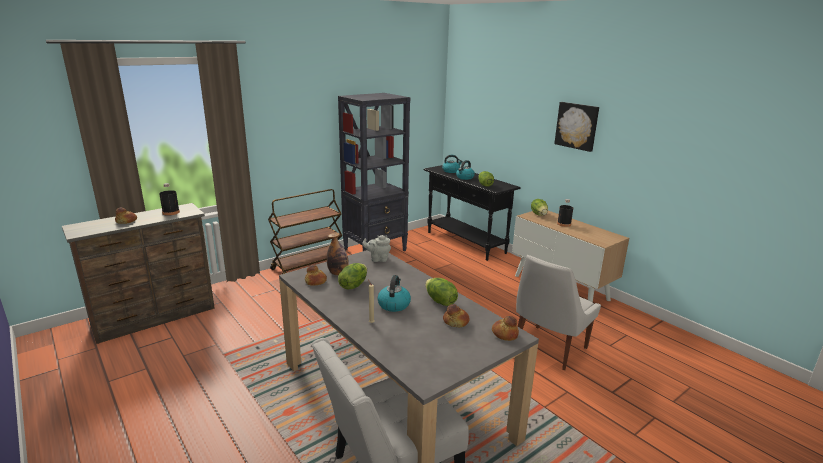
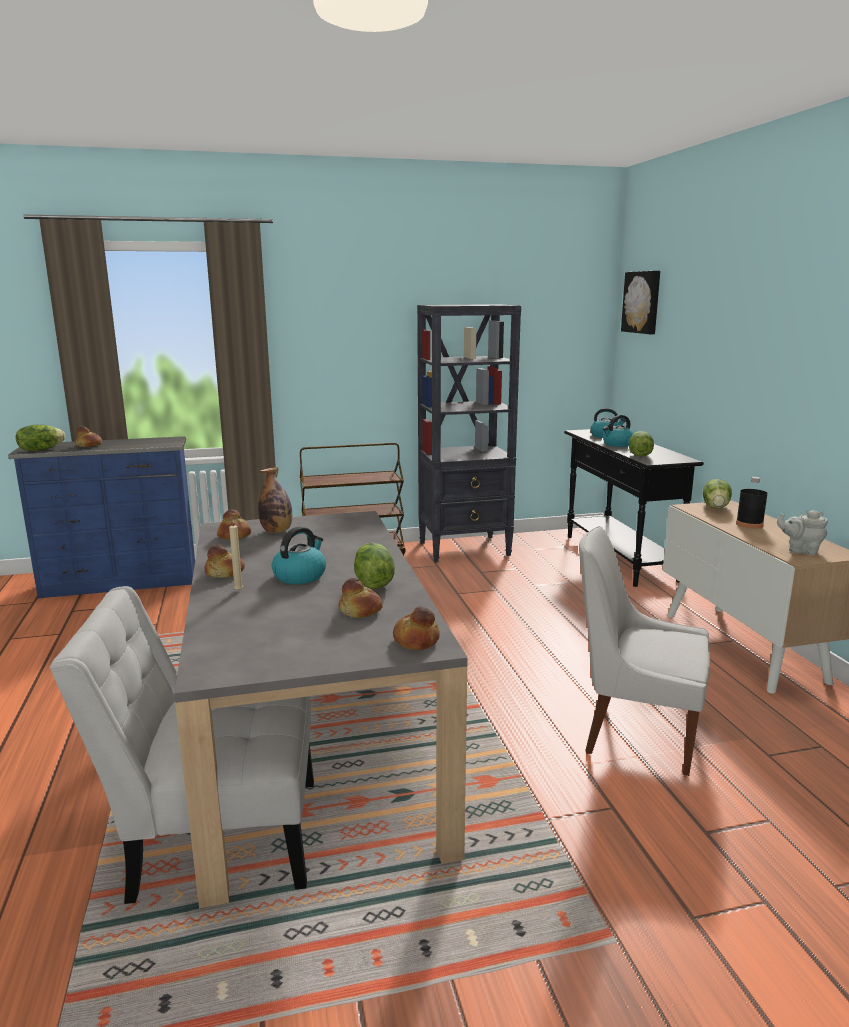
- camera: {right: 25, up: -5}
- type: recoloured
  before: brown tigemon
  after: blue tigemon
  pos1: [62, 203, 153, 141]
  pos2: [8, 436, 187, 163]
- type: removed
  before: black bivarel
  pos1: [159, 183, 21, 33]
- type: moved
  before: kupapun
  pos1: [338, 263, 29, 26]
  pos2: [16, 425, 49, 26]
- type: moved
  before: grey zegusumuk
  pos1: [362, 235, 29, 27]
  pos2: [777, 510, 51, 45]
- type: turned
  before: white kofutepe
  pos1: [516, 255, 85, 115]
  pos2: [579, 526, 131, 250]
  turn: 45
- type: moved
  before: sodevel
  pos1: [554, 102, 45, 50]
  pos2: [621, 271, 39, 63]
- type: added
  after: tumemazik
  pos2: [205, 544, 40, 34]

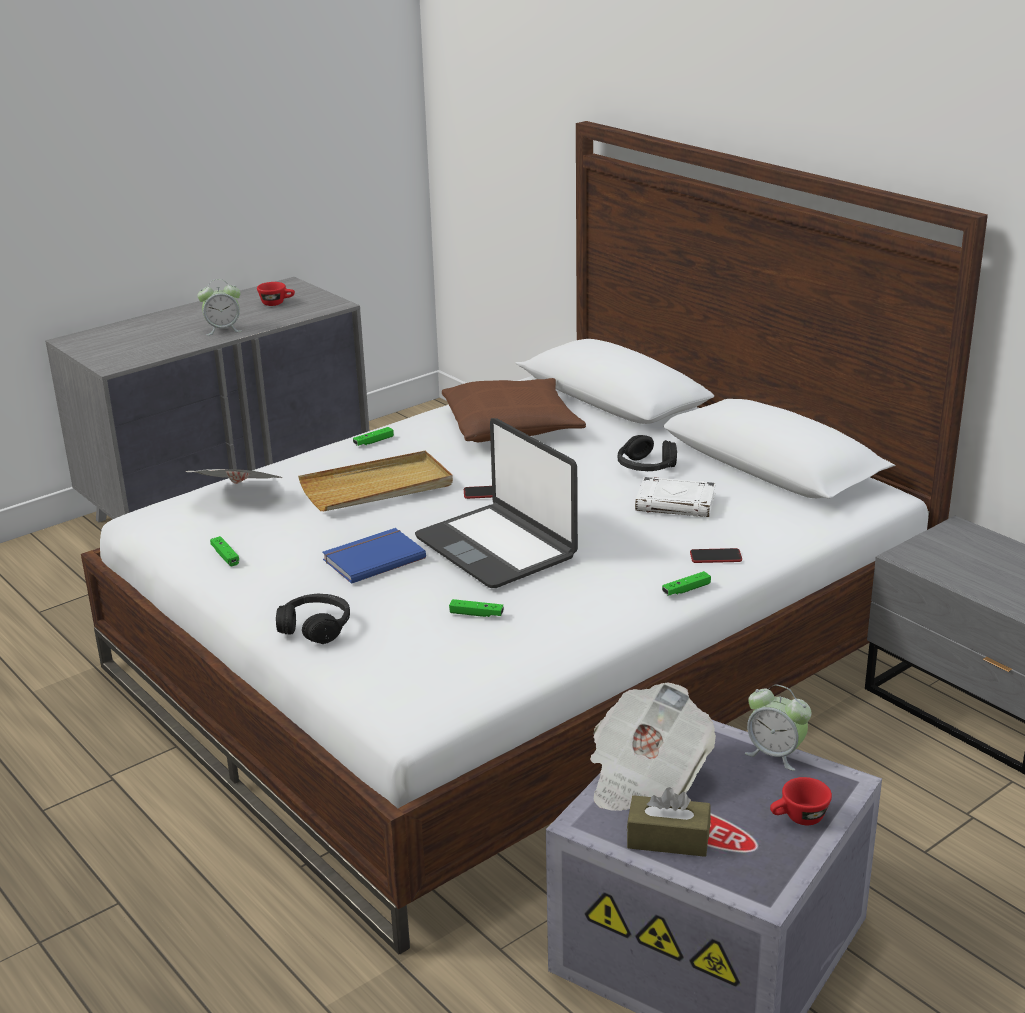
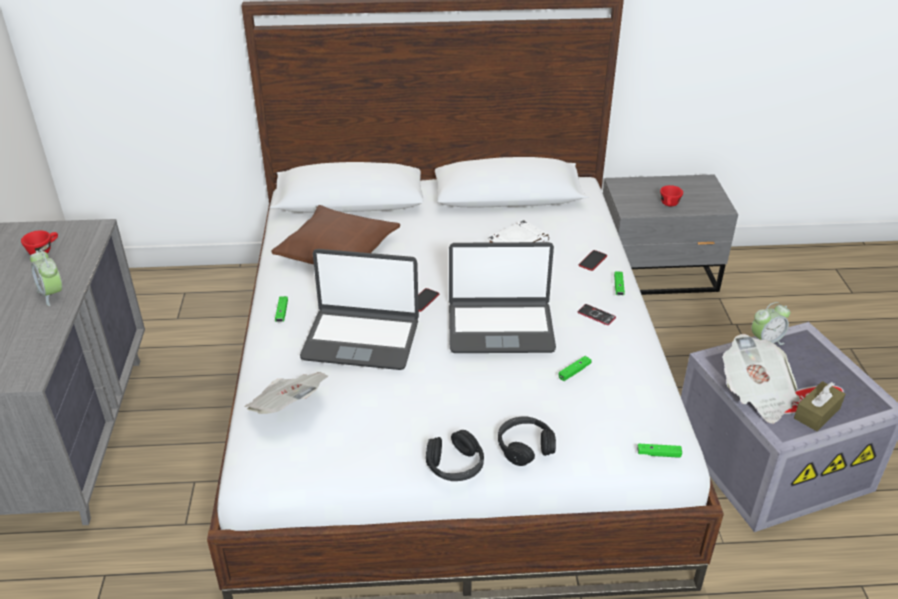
- camera: {right: -55, up: 10}
- type: turned
  before: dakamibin
  pos1: [197, 279, 45, 56]
  pos2: [30, 249, 32, 57]
  turn: 120
- type: moved
  before: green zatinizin
  pos1: [210, 536, 29, 30]
  pos2: [637, 444, 45, 14]
- type: replaced
  before: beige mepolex
  after: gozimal
  pos1: [298, 451, 155, 60]
  pos2: [300, 249, 119, 121]
- type: removed
  before: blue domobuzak
  pos1: [322, 528, 104, 56]
- type: moved
  before: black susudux
  pos1: [618, 435, 59, 36]
  pos2: [426, 430, 58, 51]
- type: moved
  before: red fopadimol
  pos1: [770, 777, 62, 48]
  pos2: [660, 185, 23, 21]
- type: added
  after: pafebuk
  pos2: [577, 304, 39, 21]

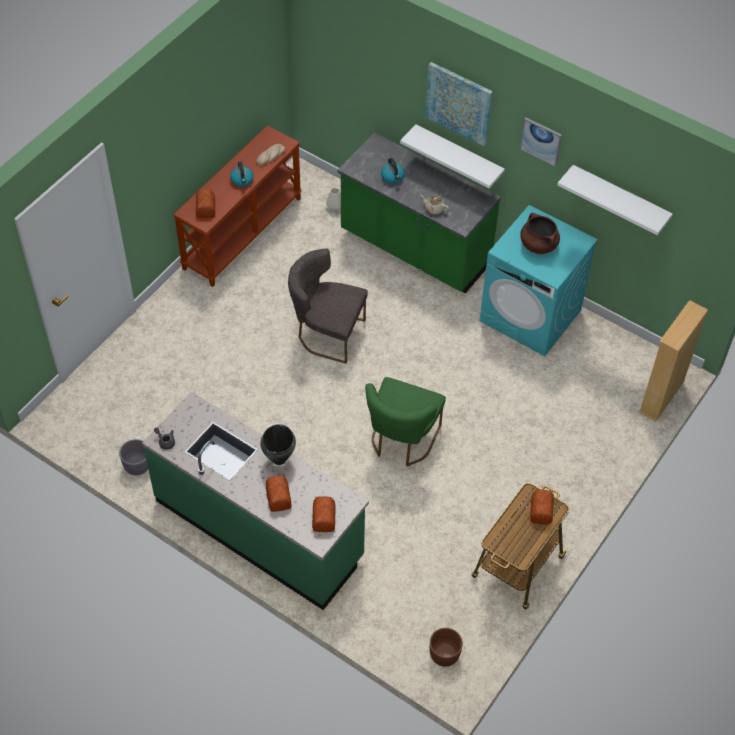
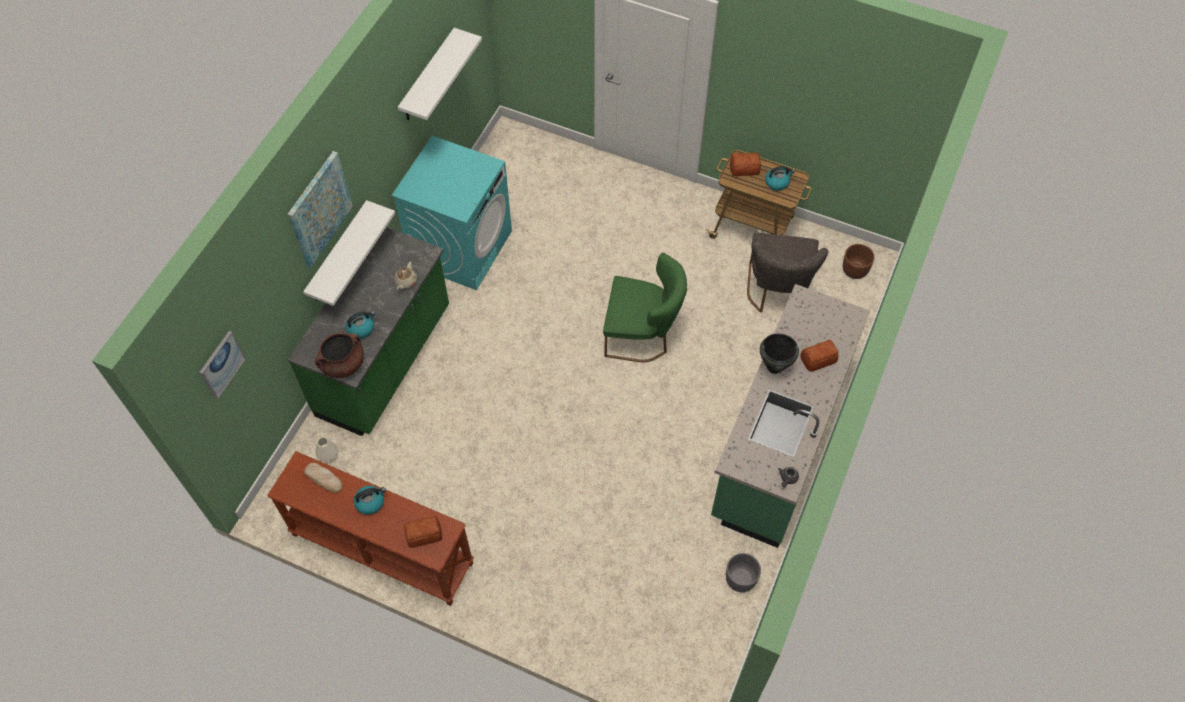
- camera: {right: -100, up: 5}
- type: moved
  before: grey kofutepe
  pos1: [288, 249, 80, 115]
  pos2: [747, 233, 81, 80]
- type: removed
  before: tumemazik
  pos1: [312, 496, 24, 36]
- type: moved
  before: sodevel
  pos1: [520, 117, 42, 50]
  pos2: [199, 331, 47, 68]
- type: moved
  before: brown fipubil
  pos1: [520, 213, 40, 41]
  pos2: [315, 332, 49, 46]
- type: removed
  before: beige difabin
  pos1: [638, 300, 70, 122]
- type: added
  after: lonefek
  pos2: [765, 166, 30, 25]

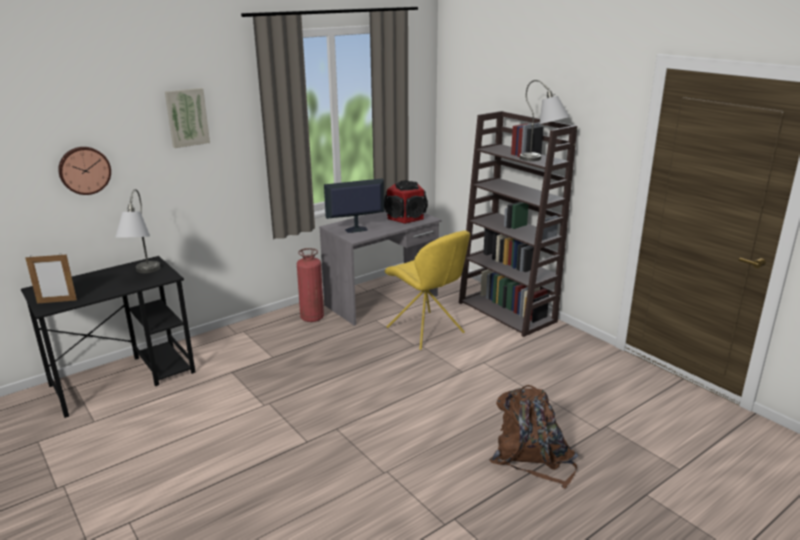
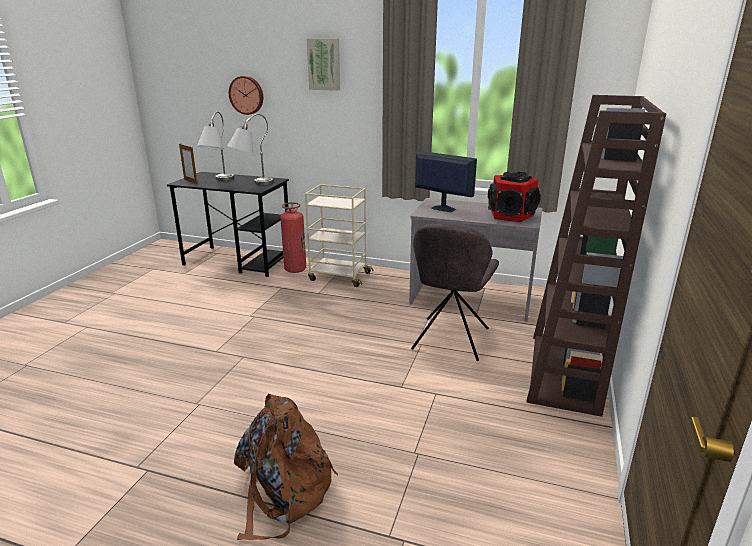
- camera: {right: 55, up: 0}
- type: moved
  before: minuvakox
  pos1: [297, 248, 27, 74]
  pos2: [280, 202, 26, 71]
- type: recoloured
  before: yellow kofutepe
  after: grey kofutepe
  pos1: [385, 230, 85, 120]
  pos2: [411, 223, 88, 138]
- type: moved
  before: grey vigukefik
  pos1: [520, 80, 49, 81]
  pos2: [197, 112, 37, 69]
- type: added
  after: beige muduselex
  pos2: [305, 184, 68, 103]

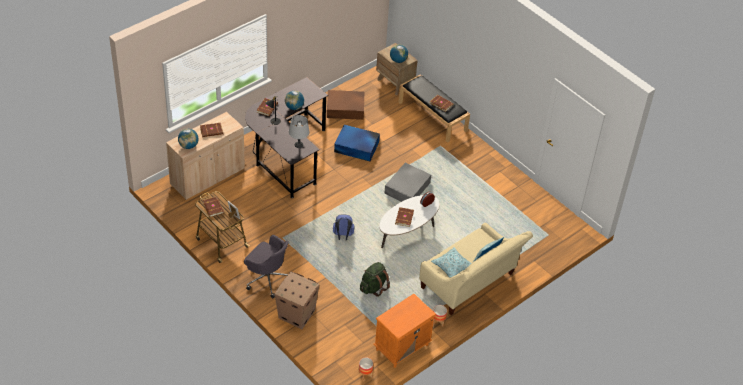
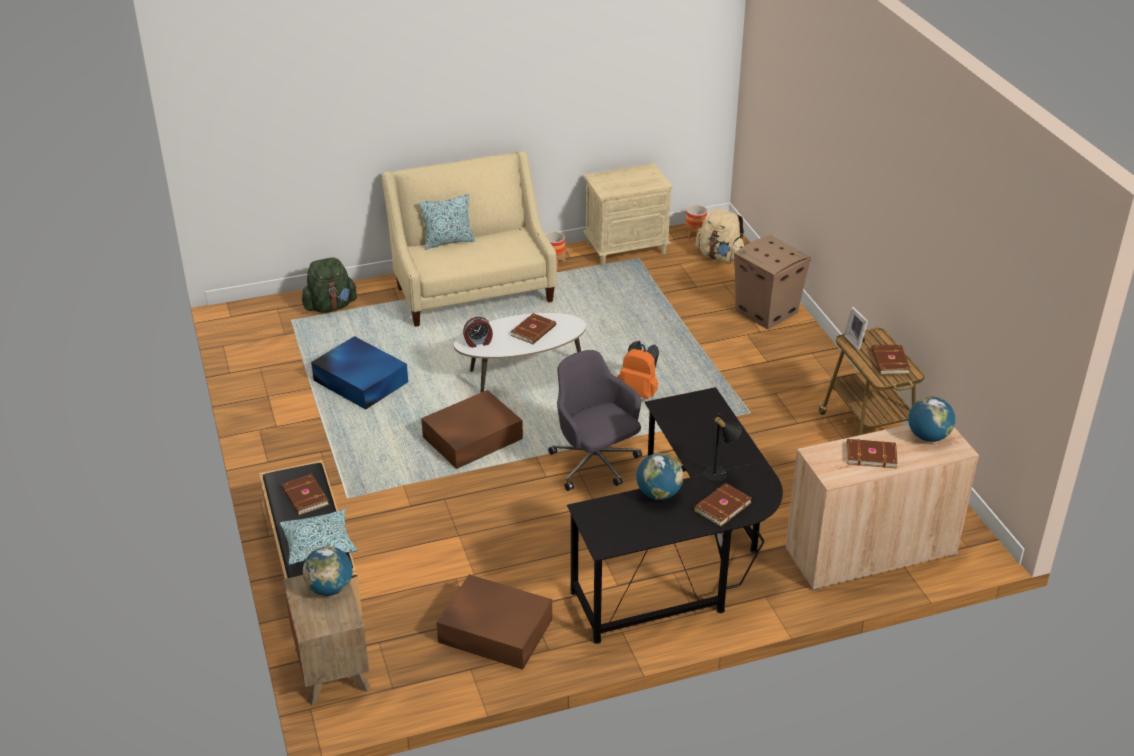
- camera: {right: -155, up: -10}
- type: moved
  before: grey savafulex
  pos1: [244, 235, 45, 63]
  pos2: [548, 350, 94, 141]
- type: removed
  before: grey vigukefik
  pos1: [289, 115, 21, 33]
- type: recoloured
  before: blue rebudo
  after: orange rebudo
  pos1: [333, 214, 22, 27]
  pos2: [617, 341, 42, 58]
- type: moved
  before: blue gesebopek
  pos1: [334, 124, 46, 37]
  pos2: [311, 336, 97, 74]
- type: moved
  before: green rebudo
  pos1: [360, 262, 30, 35]
  pos2: [302, 258, 55, 55]
- type: recoloured
  before: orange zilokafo
  after: beige zilokafo
  pos1: [373, 294, 63, 74]
  pos2: [583, 163, 90, 102]
- type: recoloured
  before: grey gesebopek
  after: brown gesebopek
  pos1: [384, 163, 47, 39]
  pos2: [421, 390, 102, 79]
- type: moved
  before: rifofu
  pos1: [431, 247, 41, 31]
  pos2: [280, 509, 77, 56]
- type: added
  after: beige rebudo
  pos2: [696, 209, 48, 53]

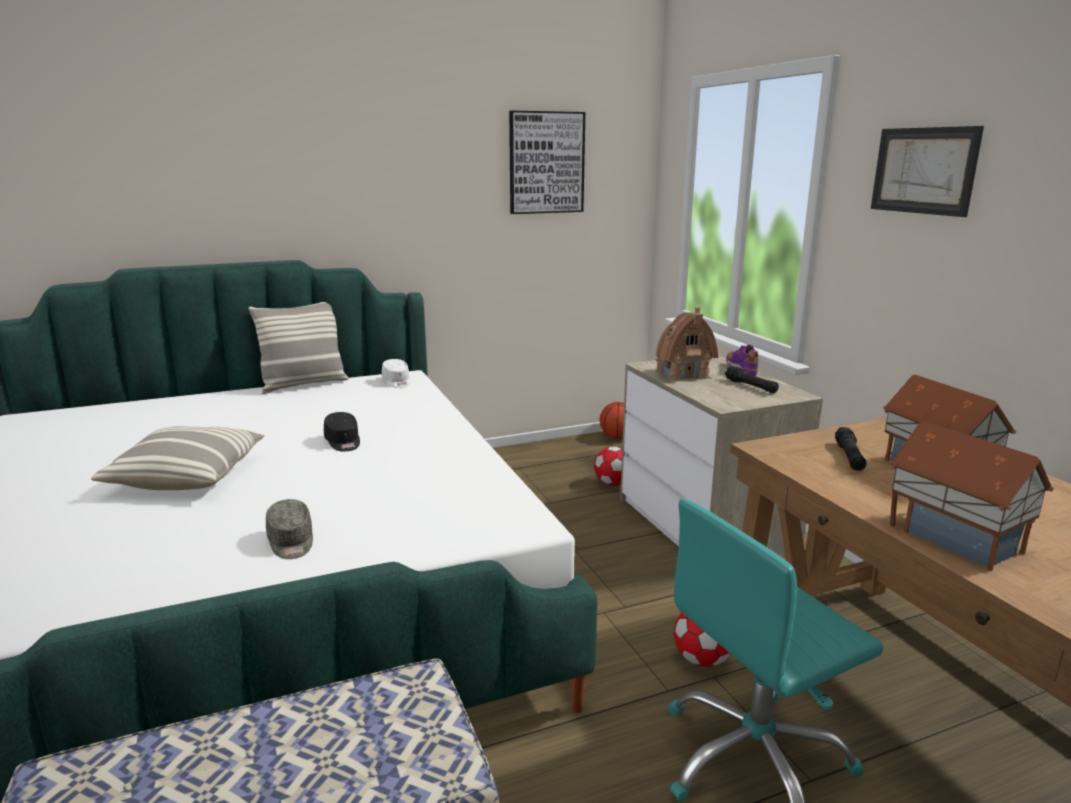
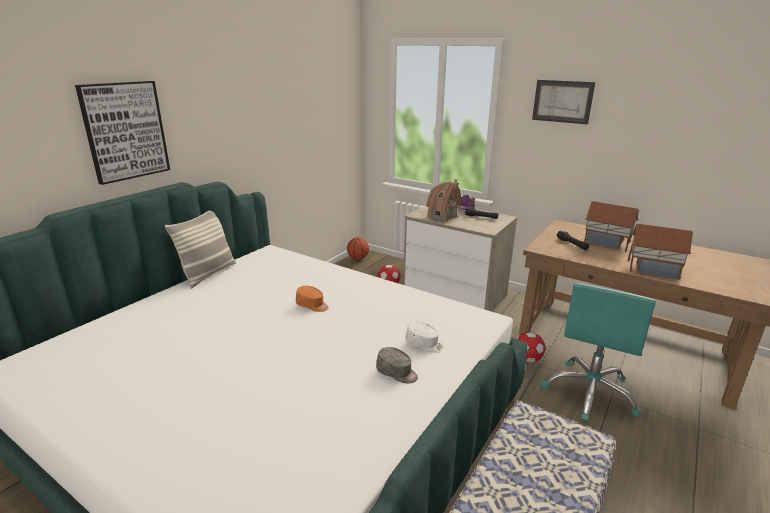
- camera: {right: -35, up: 5}
- type: removed
  before: rifofu
  pos1: [91, 426, 174, 64]
- type: recoloured
  before: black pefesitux
  after: orange pefesitux
  pos1: [324, 412, 36, 40]
  pos2: [296, 286, 33, 26]
- type: moved
  before: white pefesitux
  pos1: [382, 359, 29, 29]
  pos2: [405, 321, 40, 32]
- type: moved
  before: sodevel
  pos1: [509, 111, 76, 103]
  pos2: [75, 81, 95, 104]

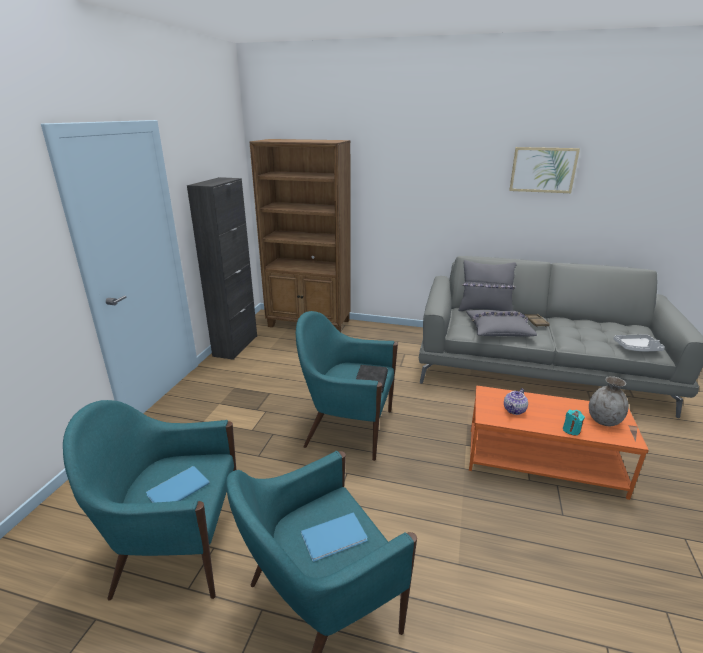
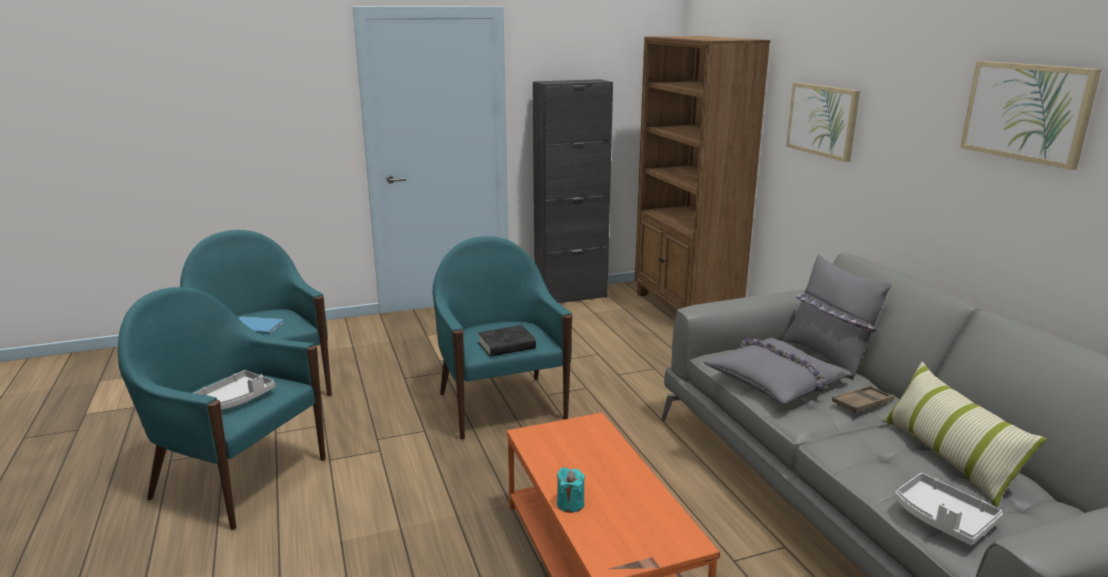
- camera: {right: 55, up: -5}
- type: replaced
  before: blue domobuzak
  after: grey mepolex
  pos1: [301, 512, 67, 50]
  pos2: [195, 370, 80, 40]
- type: removed
  before: zegusumuk
  pos1: [504, 388, 24, 27]
- type: removed
  before: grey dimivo
  pos1: [589, 376, 40, 50]
- type: added
  after: sodevel
  pos2: [786, 82, 74, 80]
- type: added
  after: rifofu
  pos2: [881, 362, 166, 145]

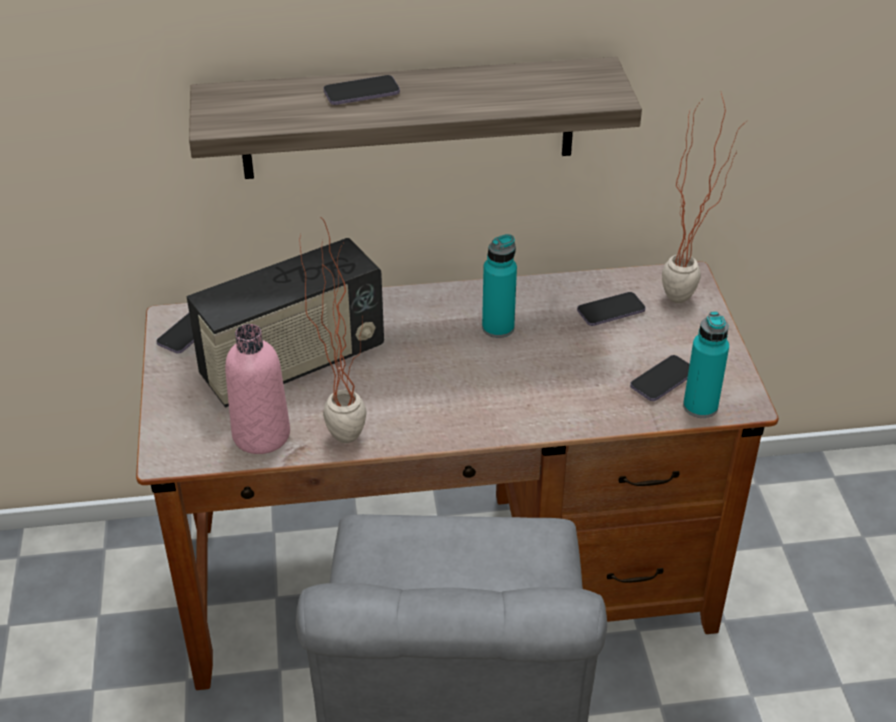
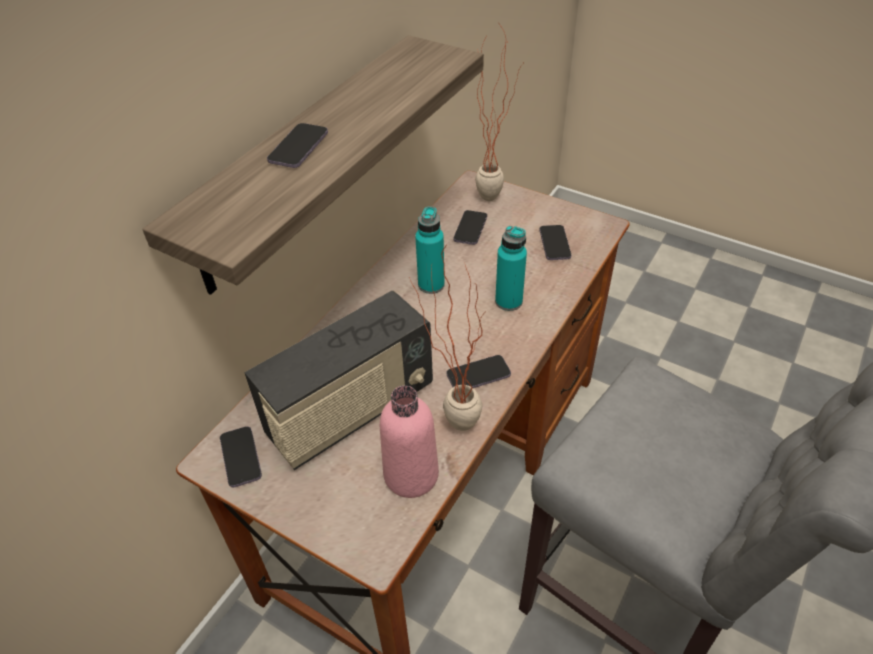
- camera: {right: -50, up: 5}
- type: turned
  before: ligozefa
  pos1: [186, 238, 198, 170]
  pos2: [244, 291, 189, 179]
  turn: 45
- type: moved
  before: turquoise bivarel
  pos1: [683, 312, 46, 106]
  pos2: [495, 226, 32, 85]
- type: added
  after: pafebuk
  pos2: [447, 355, 64, 33]

